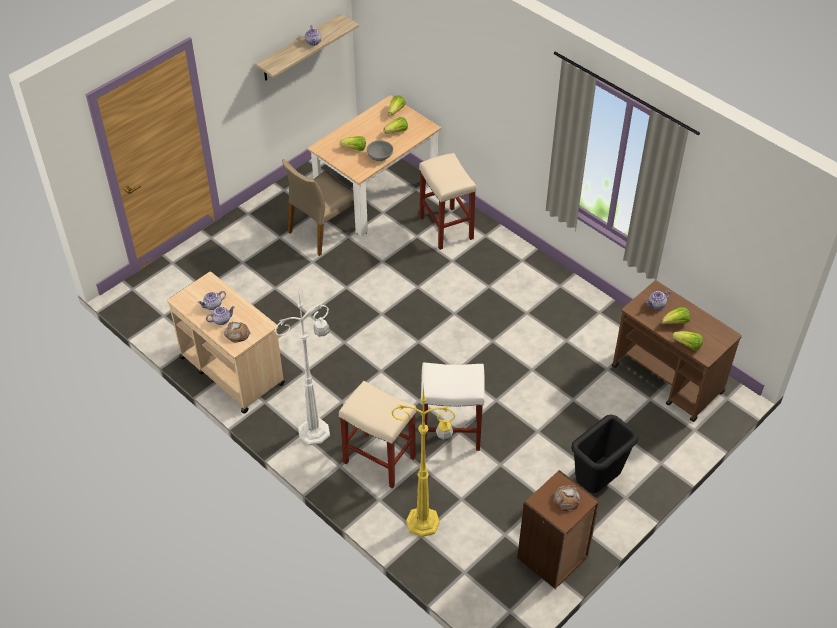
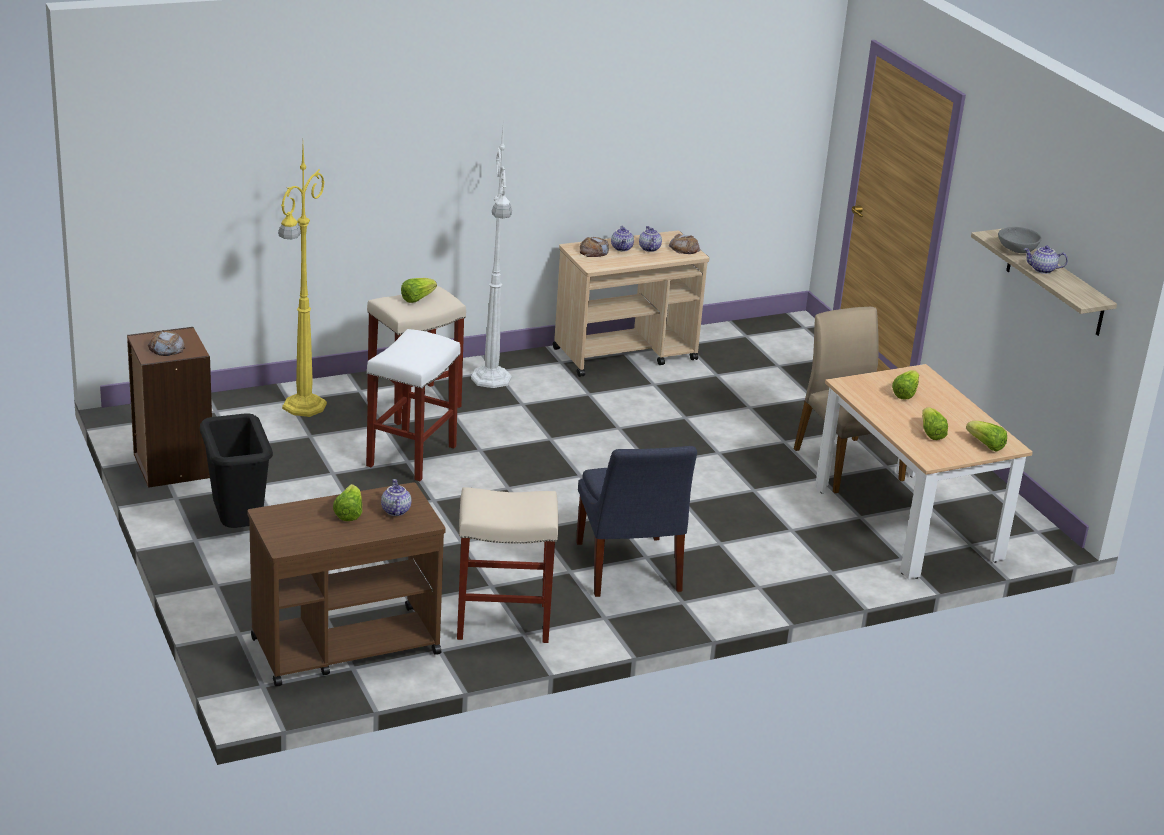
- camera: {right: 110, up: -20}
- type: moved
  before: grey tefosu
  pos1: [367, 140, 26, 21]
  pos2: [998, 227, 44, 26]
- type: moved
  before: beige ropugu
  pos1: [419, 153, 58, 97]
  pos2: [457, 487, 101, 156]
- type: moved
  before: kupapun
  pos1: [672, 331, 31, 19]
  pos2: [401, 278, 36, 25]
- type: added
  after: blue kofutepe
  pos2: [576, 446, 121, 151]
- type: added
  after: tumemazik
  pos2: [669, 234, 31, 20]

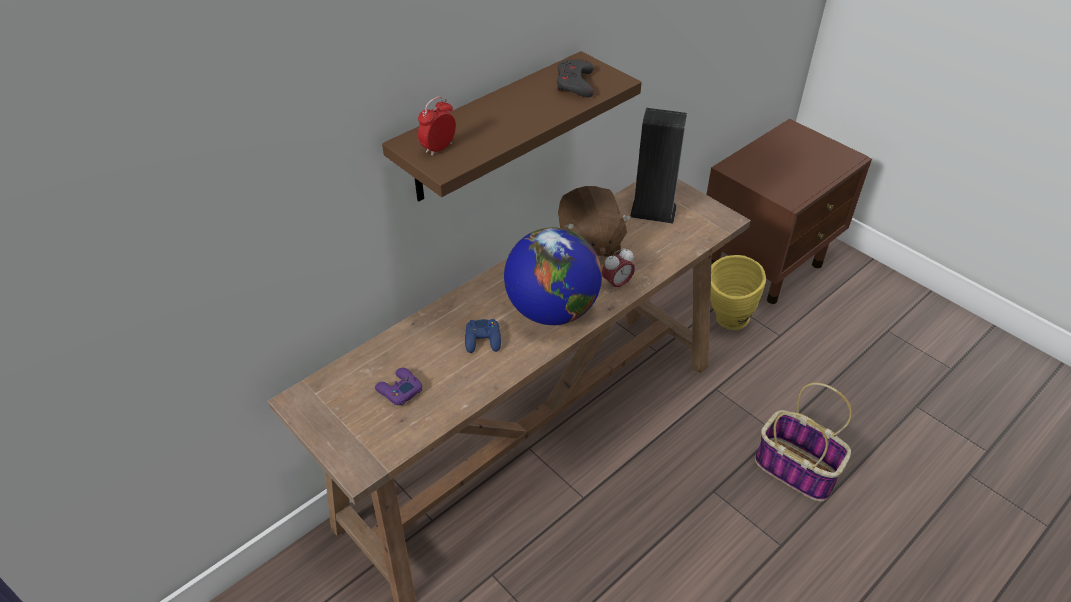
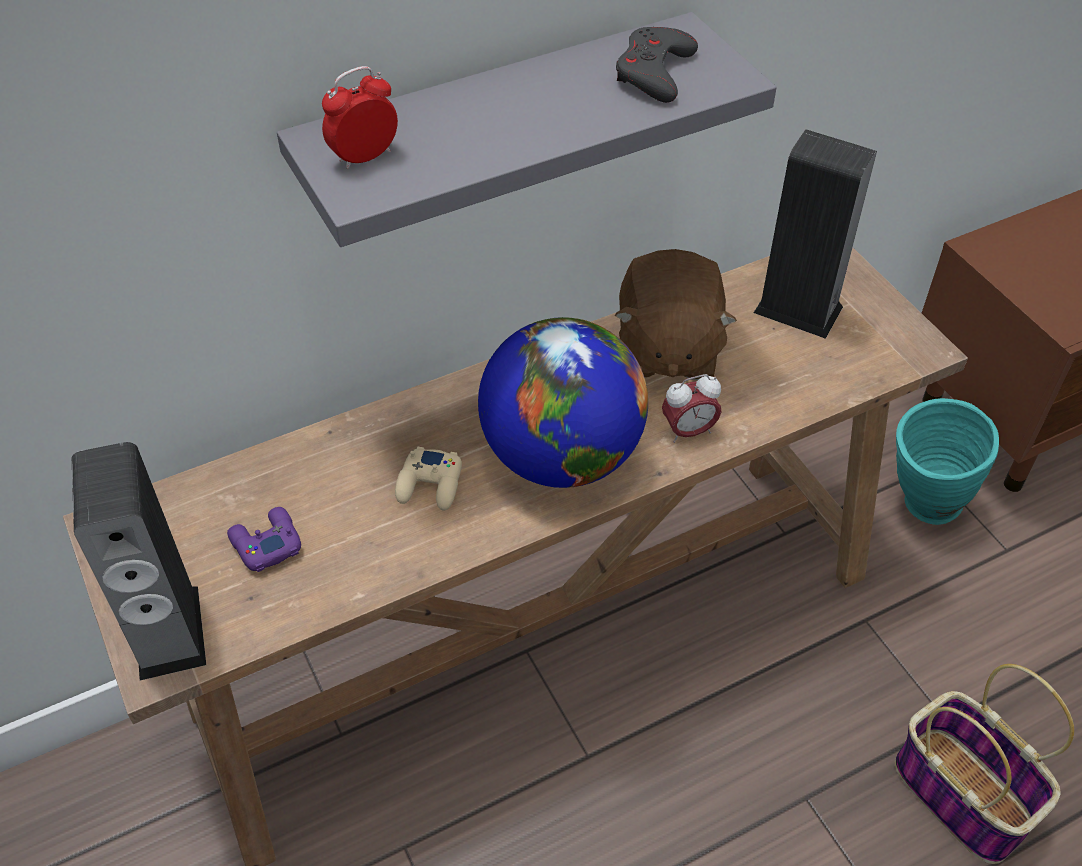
- camera: {right: 15, up: 5}
- type: recoloured
  before: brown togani
  after: grey togani
  pos1: [382, 51, 260, 150]
  pos2: [277, 12, 500, 235]
- type: recoloured
  before: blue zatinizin
  after: beige zatinizin
  pos1: [465, 319, 36, 34]
  pos2: [395, 447, 67, 64]
- type: recoloured
  before: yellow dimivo
  after: turquoise dimivo
  pos1: [710, 255, 56, 75]
  pos2: [896, 398, 103, 127]
- type: added
  after: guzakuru
  pos2: [72, 442, 134, 238]

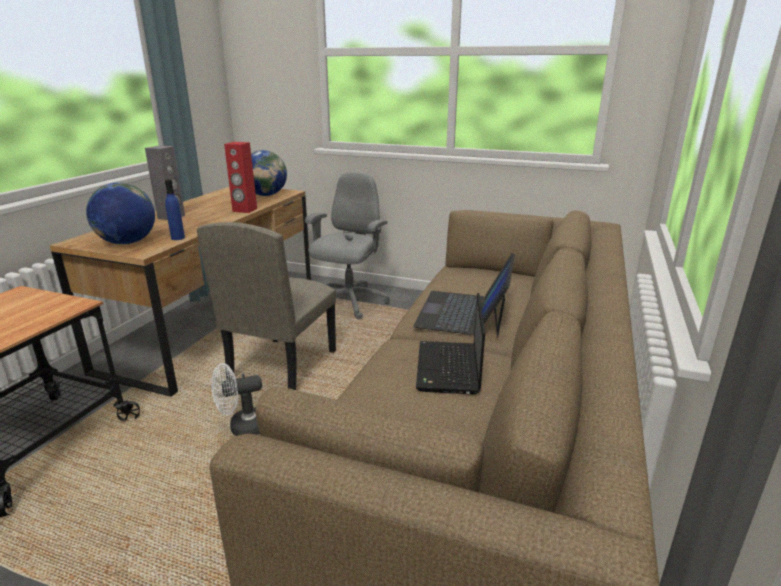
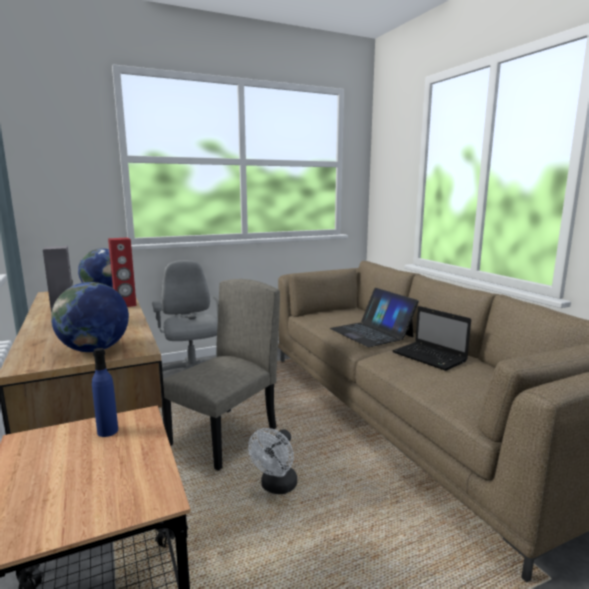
- camera: {right: -45, up: -10}
- type: moved
  before: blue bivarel
  pos1: [165, 179, 20, 61]
  pos2: [92, 348, 26, 89]
- type: turned
  before: beige kofutepe
  pos1: [197, 222, 139, 168]
  pos2: [162, 279, 118, 192]
  turn: -120

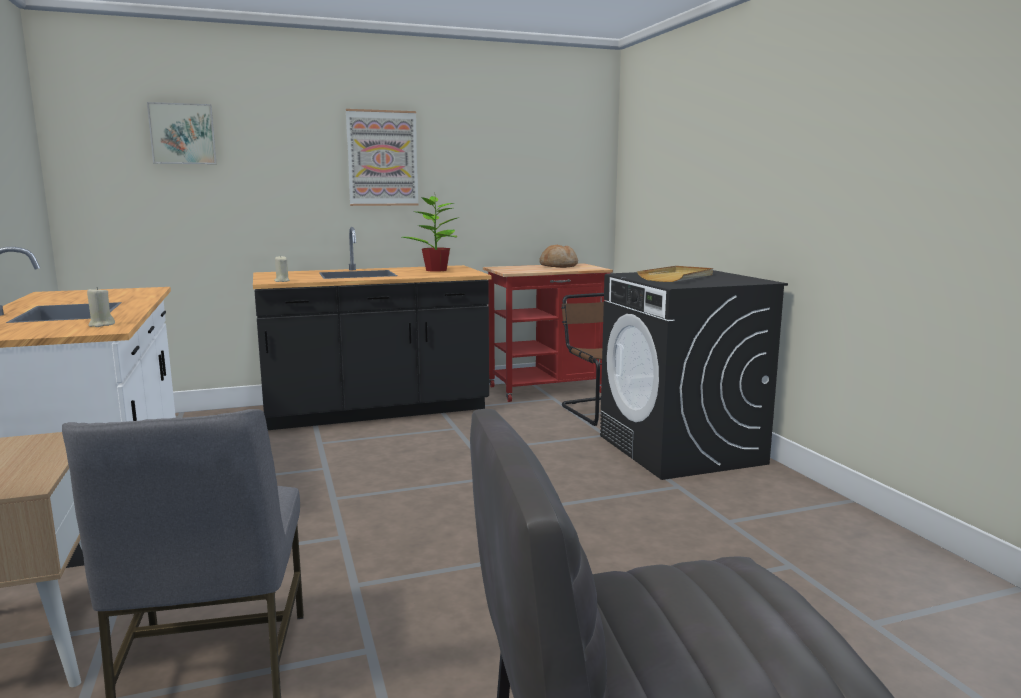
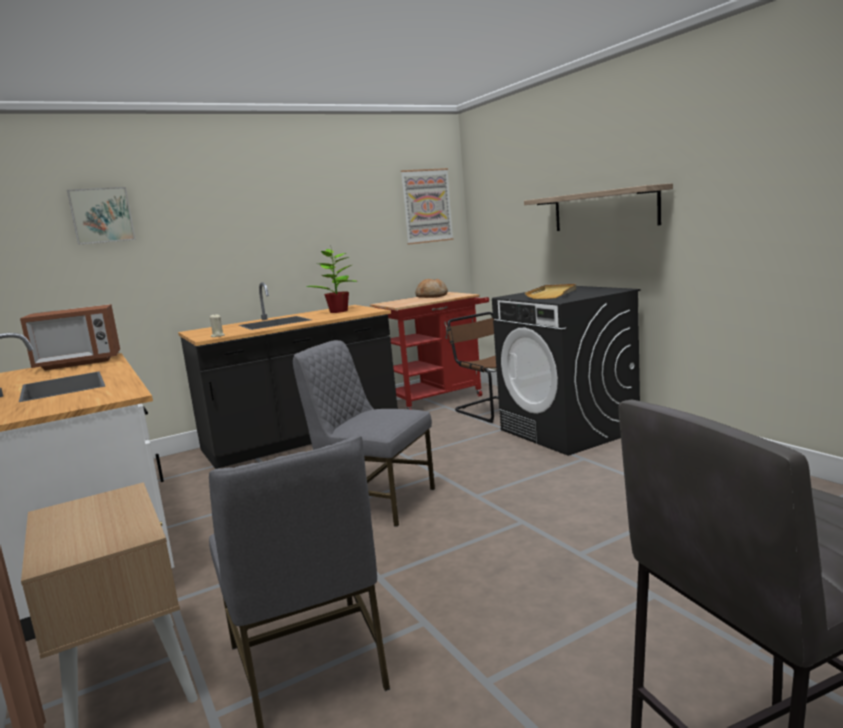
- camera: {right: -10, up: 0}
- type: removed
  before: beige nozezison
  pos1: [87, 287, 28, 40]
- type: moved
  before: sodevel
  pos1: [346, 109, 73, 97]
  pos2: [401, 168, 53, 77]
- type: added
  after: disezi
  pos2: [20, 304, 100, 66]
- type: added
  after: grey kofutepe
  pos2: [293, 340, 142, 187]
- type: added
  after: togani
  pos2: [524, 183, 149, 48]

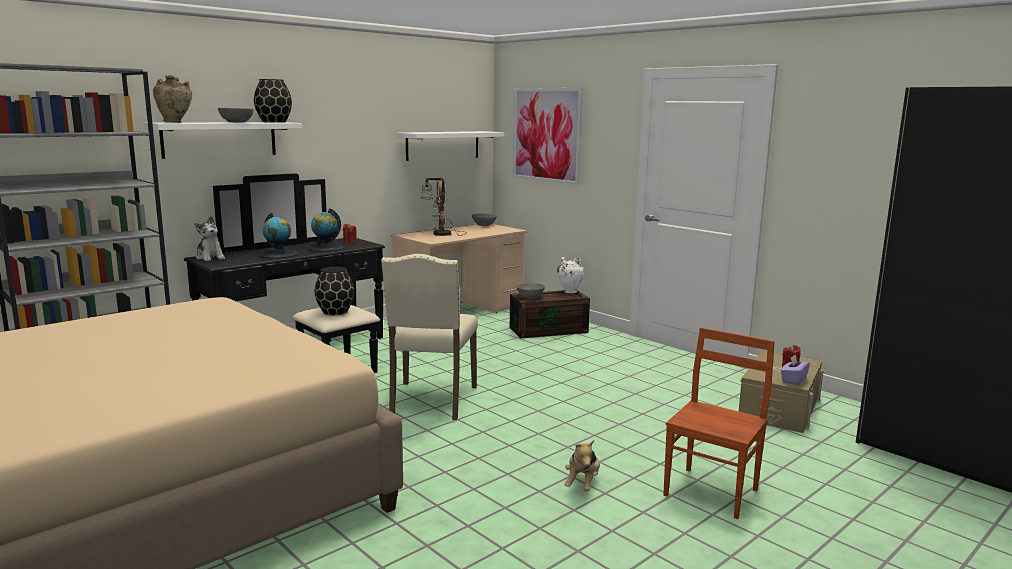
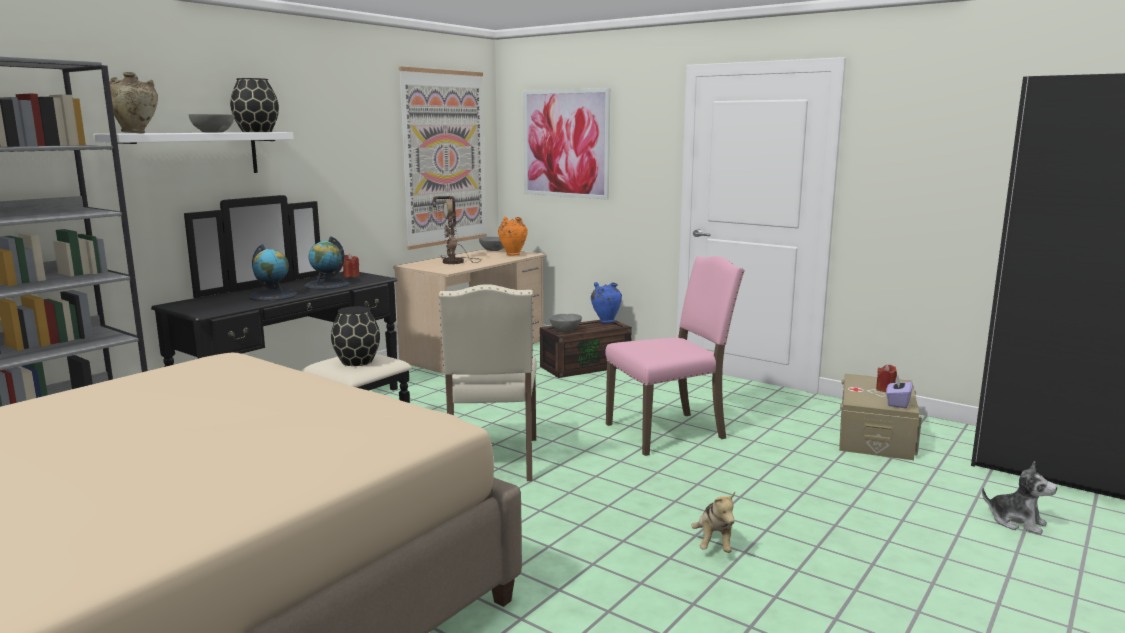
- camera: {right: -10, up: 0}
- type: moved
  before: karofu
  pos1: [194, 216, 31, 45]
  pos2: [982, 461, 75, 74]
- type: replaced
  before: white togani
  after: sodevel
  pos1: [397, 131, 107, 30]
  pos2: [399, 67, 88, 183]
- type: recoloured
  before: white dimivo
  after: blue dimivo
  pos1: [557, 257, 27, 36]
  pos2: [591, 282, 31, 41]
- type: removed
  before: brown kofutepe
  pos1: [663, 328, 112, 191]
- type: added
  after: orange dimivo
  pos2: [498, 217, 30, 38]
- type: added
  after: pink kofutepe
  pos2: [605, 256, 140, 200]

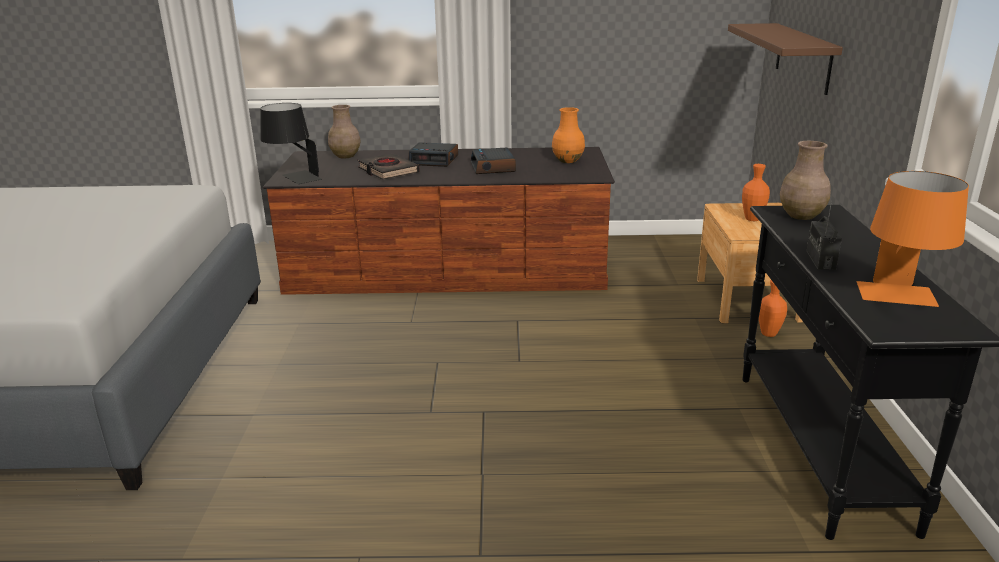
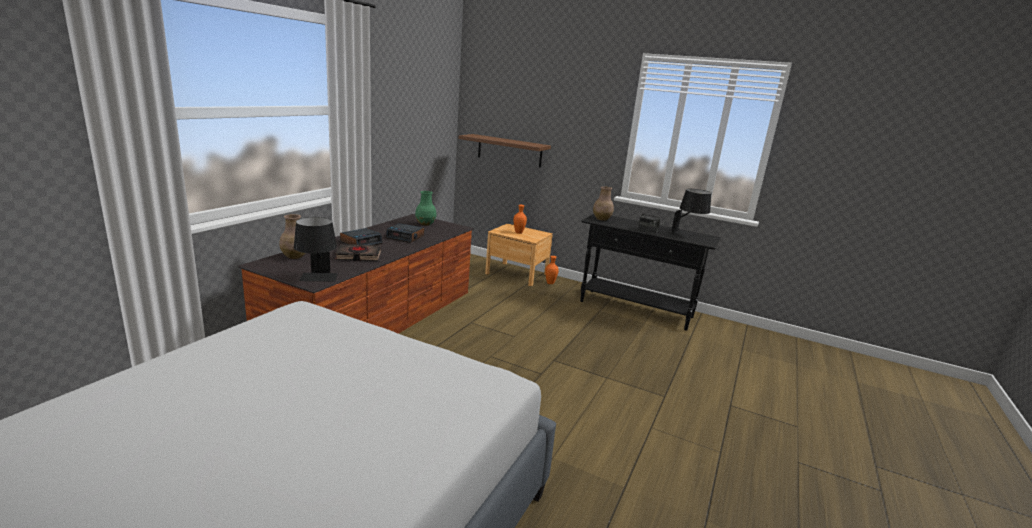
- camera: {right: -65, up: -5}
- type: recoloured
  before: orange dimivo
  after: green dimivo
  pos1: [552, 107, 33, 56]
  pos2: [415, 191, 22, 35]
- type: recoloured
  before: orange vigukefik
  after: black vigukefik
  pos1: [857, 171, 112, 136]
  pos2: [670, 189, 41, 49]

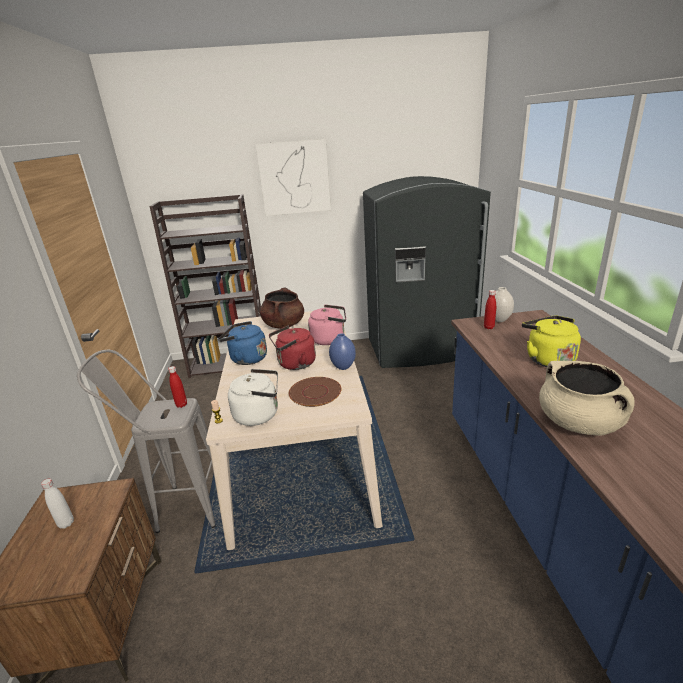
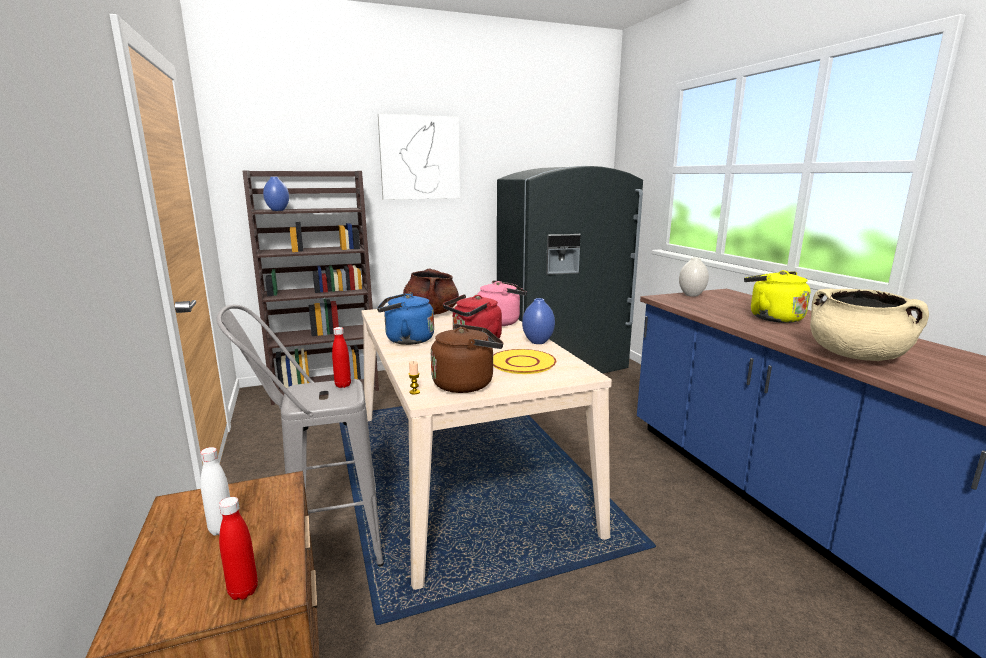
- camera: {right: -15, up: -10}
- type: recoloured
  before: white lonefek
  after: brown lonefek
  pos1: [228, 369, 50, 57]
  pos2: [431, 324, 72, 69]
- type: recoloured
  before: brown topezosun
  after: yellow topezosun
  pos1: [289, 377, 52, 30]
  pos2: [493, 349, 63, 25]
- type: moved
  before: red bivarel
  pos1: [484, 290, 12, 39]
  pos2: [219, 497, 39, 103]
- type: added
  after: blue dimivo
  pos2: [263, 177, 26, 34]

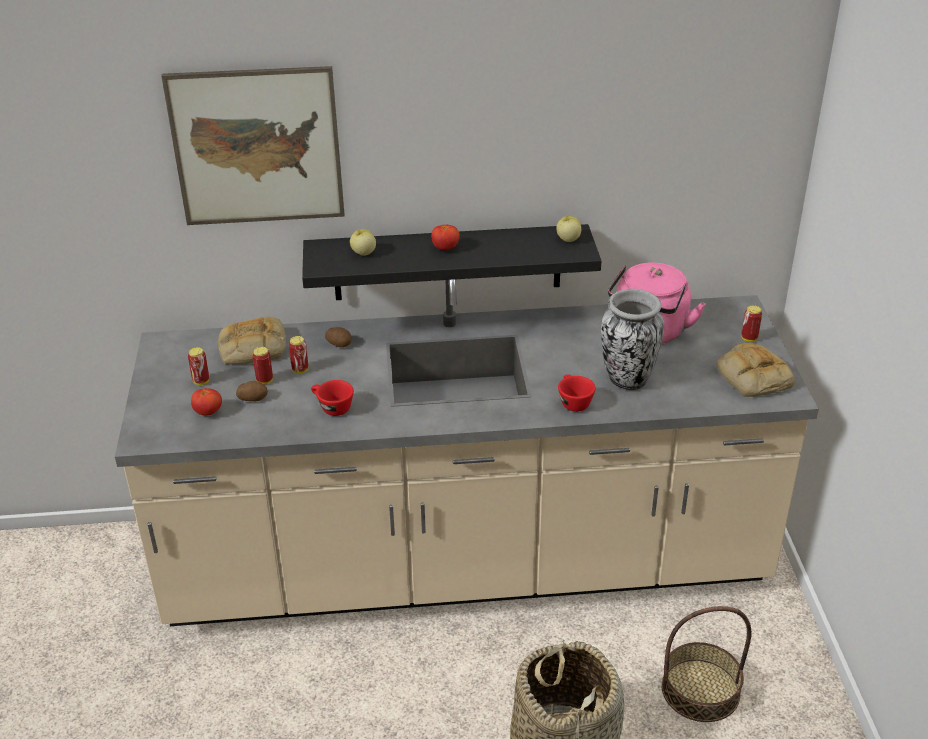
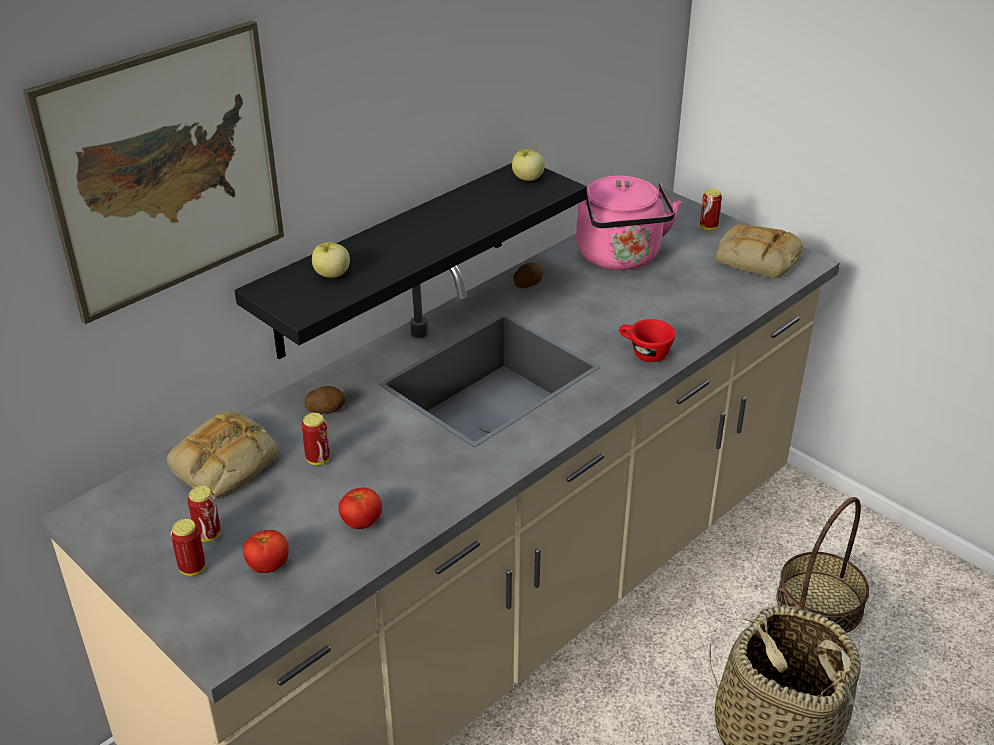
- camera: {right: -40, up: 0}
- type: moved
  before: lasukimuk
  pos1: [236, 381, 32, 20]
  pos2: [513, 263, 30, 25]
- type: moved
  before: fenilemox
  pos1: [252, 347, 21, 37]
  pos2: [171, 519, 35, 57]
- type: removed
  before: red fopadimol
  pos1: [311, 380, 43, 36]
- type: moved
  before: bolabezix
  pos1: [431, 225, 29, 25]
  pos2: [338, 487, 44, 42]
- type: removed
  before: dimivo
  pos1: [601, 289, 63, 101]

